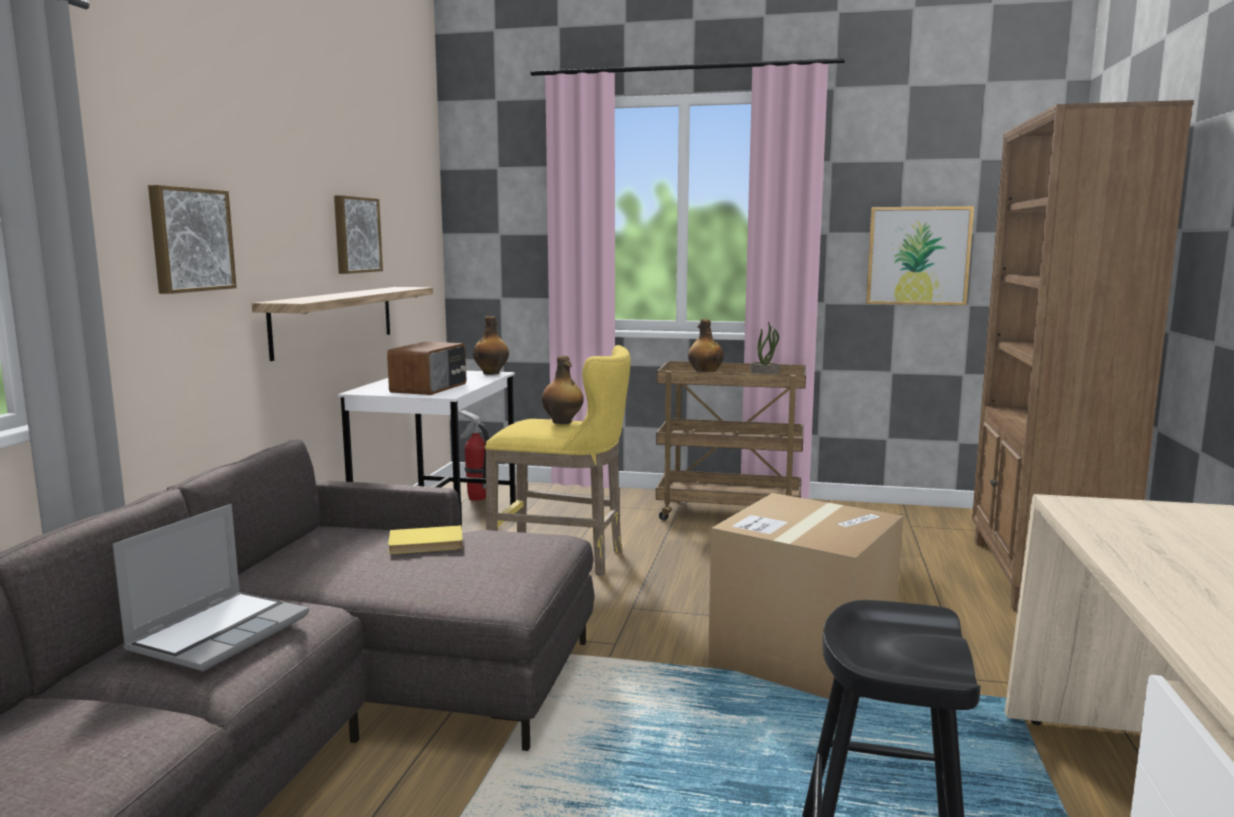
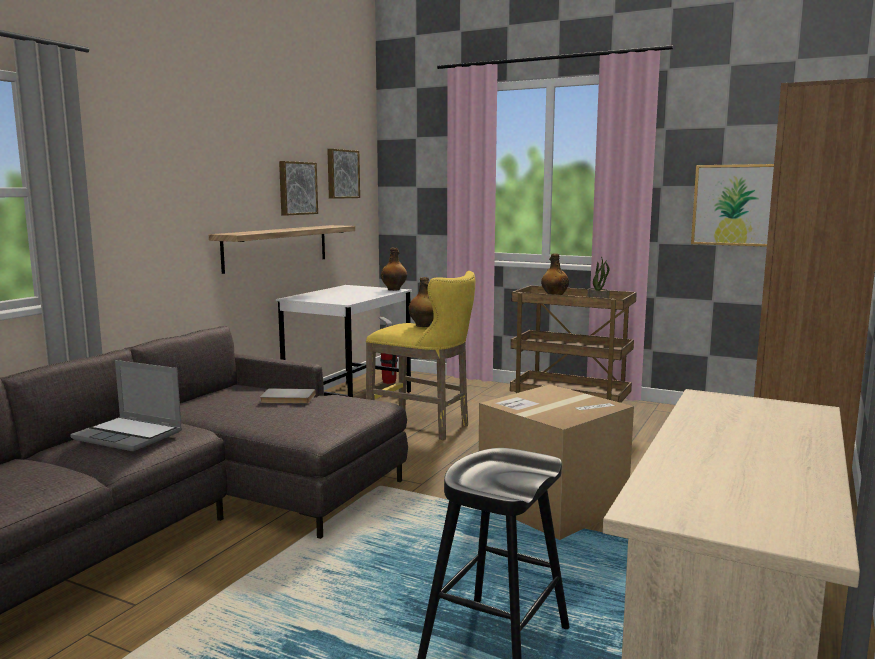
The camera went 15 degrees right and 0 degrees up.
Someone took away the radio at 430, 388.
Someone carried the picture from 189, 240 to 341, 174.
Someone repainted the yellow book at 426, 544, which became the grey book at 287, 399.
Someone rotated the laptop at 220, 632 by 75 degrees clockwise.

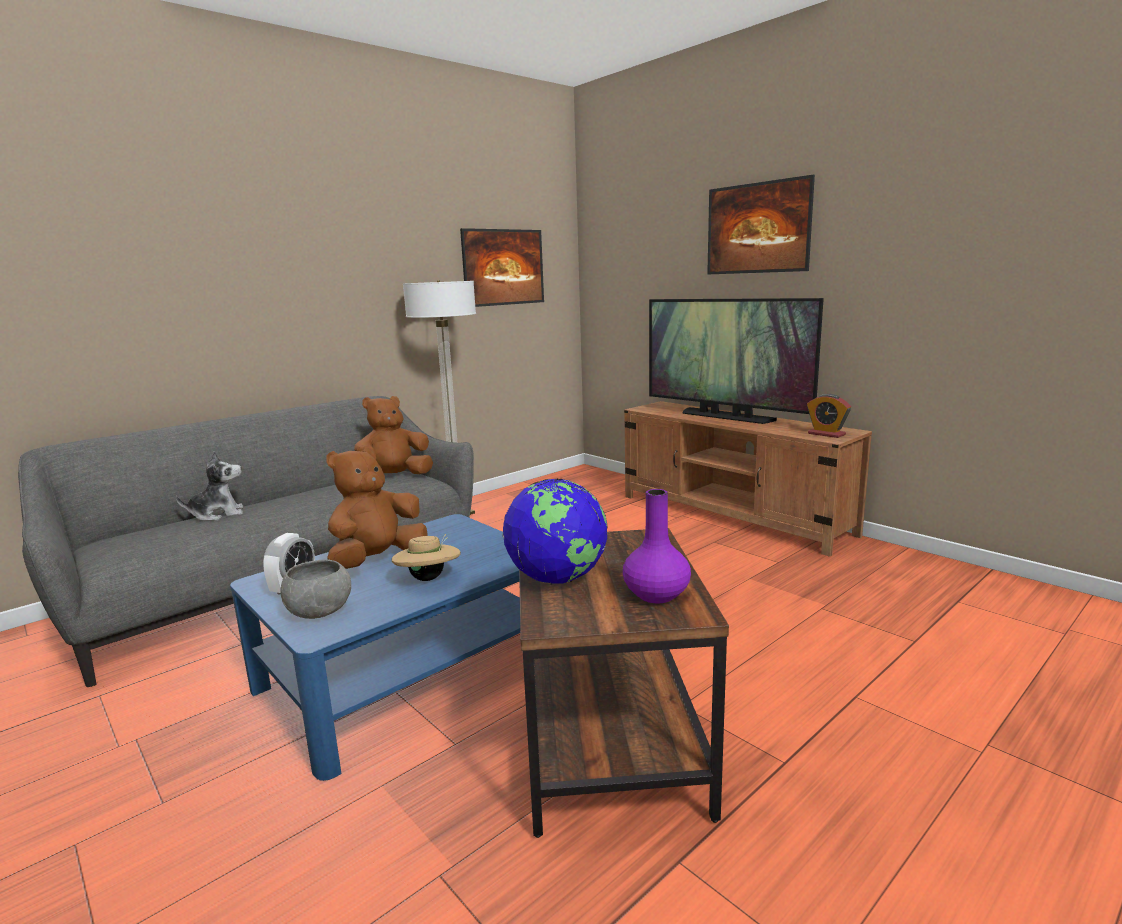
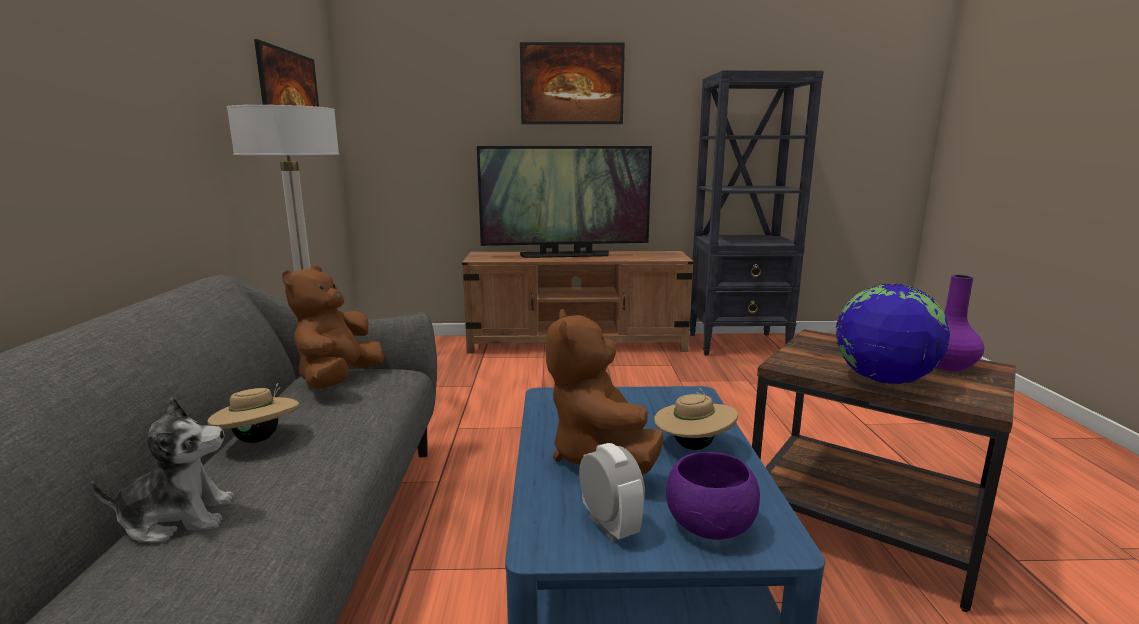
The camera went 50 degrees left and 0 degrees up.
Someone took away the alarm clock at 826, 434.
Someone put down the beige hat at 259, 439.
Someone put down the black bookcase at 739, 344.
Someone repainted the grey bowl at 320, 611, which became the purple bowl at 710, 525.
Someone rotated the plush toy at 218, 514 by 60 degrees clockwise.

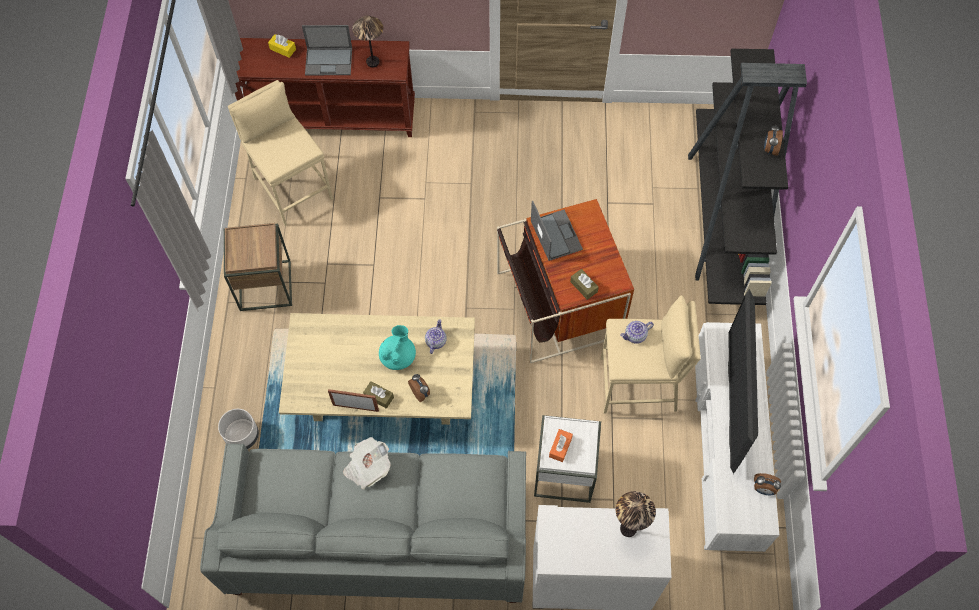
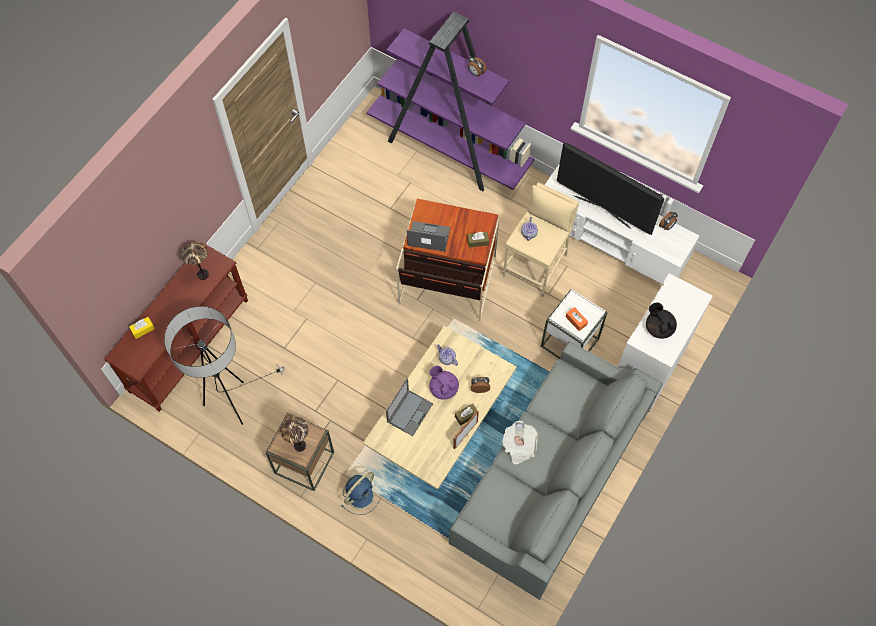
The camera went 60 degrees left and 0 degrees up.
Someone took away the grey planter at 242, 435.
Someone put down the blue fan at 361, 494.
Someone put down the black teapot at 658, 327.
Someone carried the laptop from 329, 61 to 410, 412.
Someone carried the table lamp from 628, 528 to 299, 446.
Someone swapped the beige stool at 292, 188 for the floor lamp at 233, 403.
Someone repainted the turquoise teapot at 398, 356, which became the purple teapot at 443, 388.
Someone repainted the black bookcase at 724, 219, which became the purple bookcase at 449, 149.

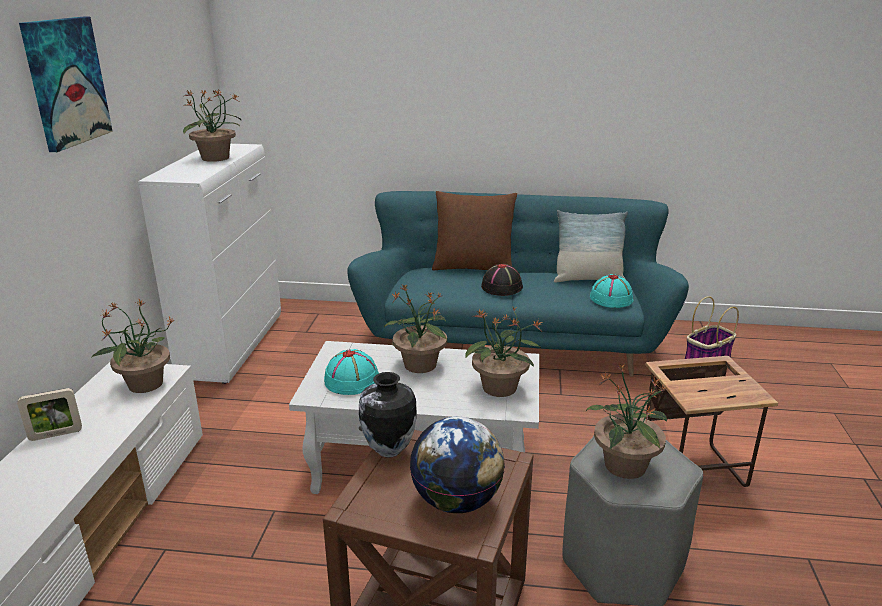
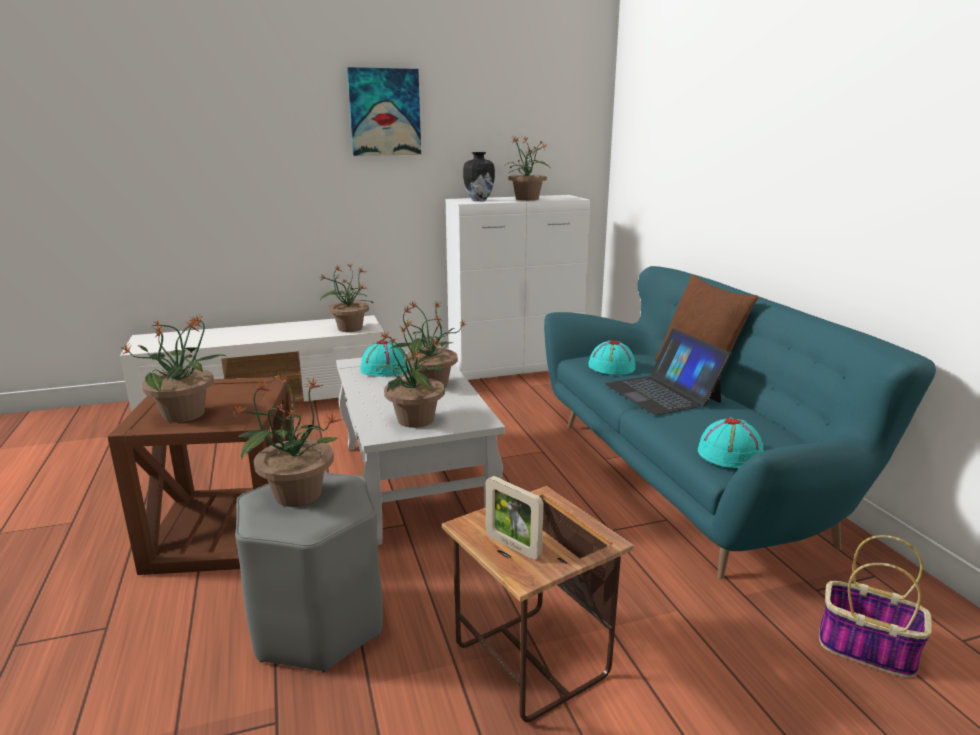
The camera went 65 degrees right and 5 degrees down.
Someone took away the pillow at 588, 279.
Someone put down the turquoise hat at 611, 367.
Someone carried the picture frame from 56, 434 to 513, 546.
Someone carried the vase from 388, 450 to 478, 200.
Someone swapped the globe at 457, 501 for the potted plant at 185, 414.
Someone swapped the black hat at 502, 287 for the laptop at 662, 393.

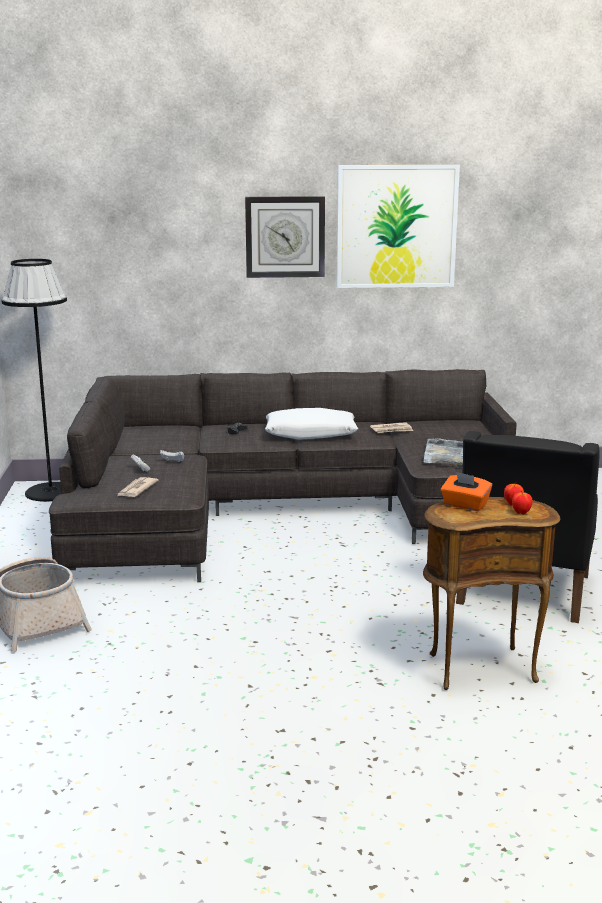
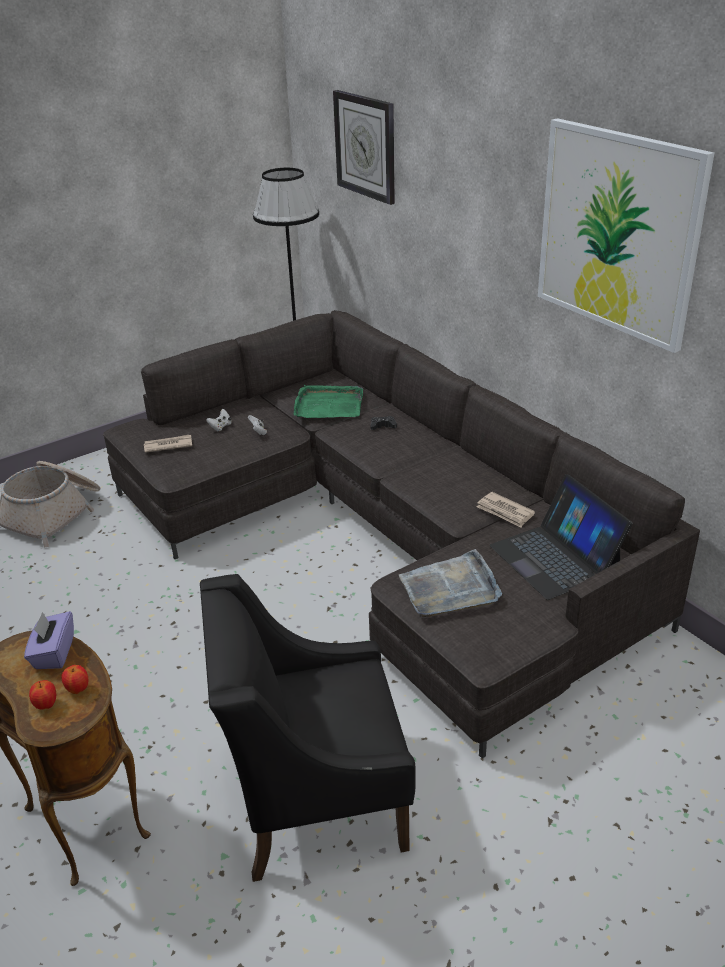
The camera went 60 degrees right and 15 degrees up.
Someone took away the white pillow at 310, 434.
Someone put down the green tray at 328, 405.
Someone put down the laptop at 555, 557.
Someone carried the wall clock from 285, 237 to 366, 146.
Someone repainted the orange tissue box at 465, 505, which became the purple tissue box at 53, 653.

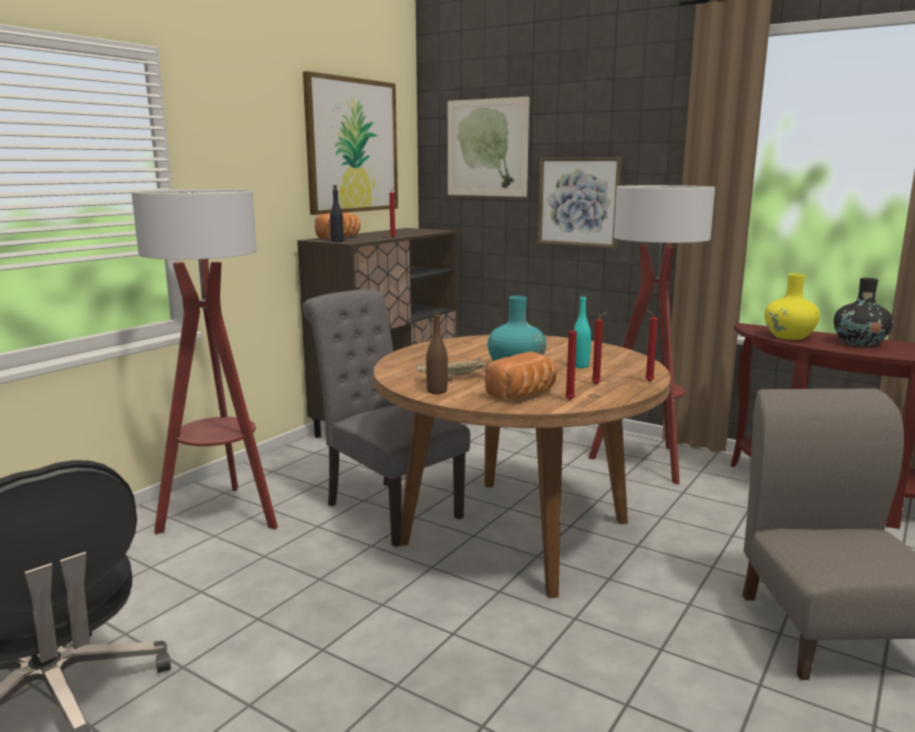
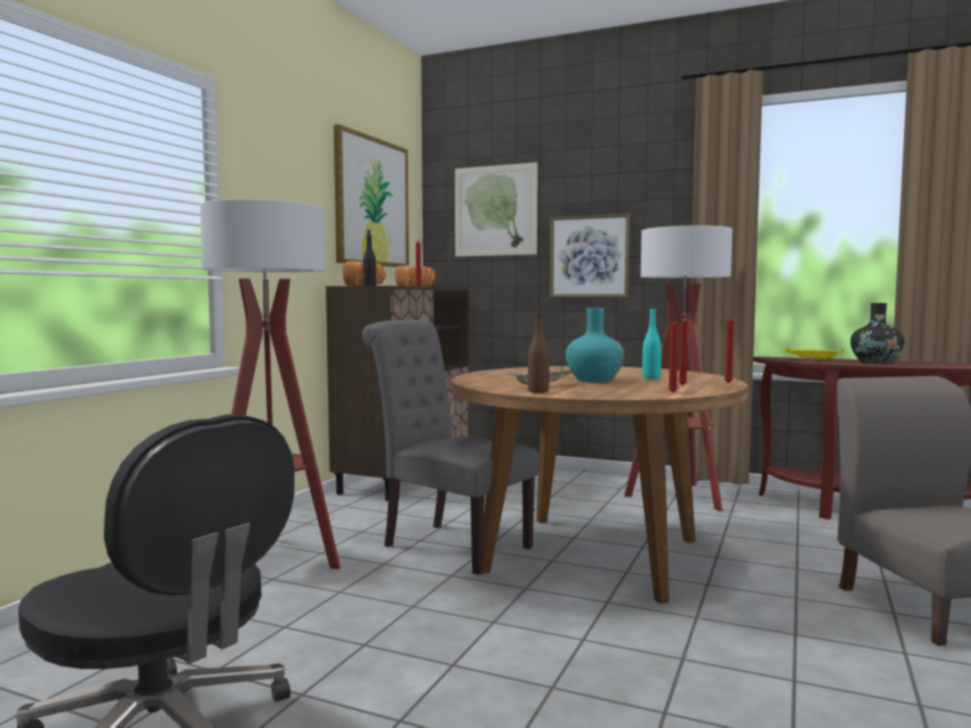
The camera went 10 degrees left and 10 degrees down.
Someone carried the bread from 524, 395 to 417, 287.
Someone swapped the yellow vase at 789, 337 for the yellow tray at 811, 360.

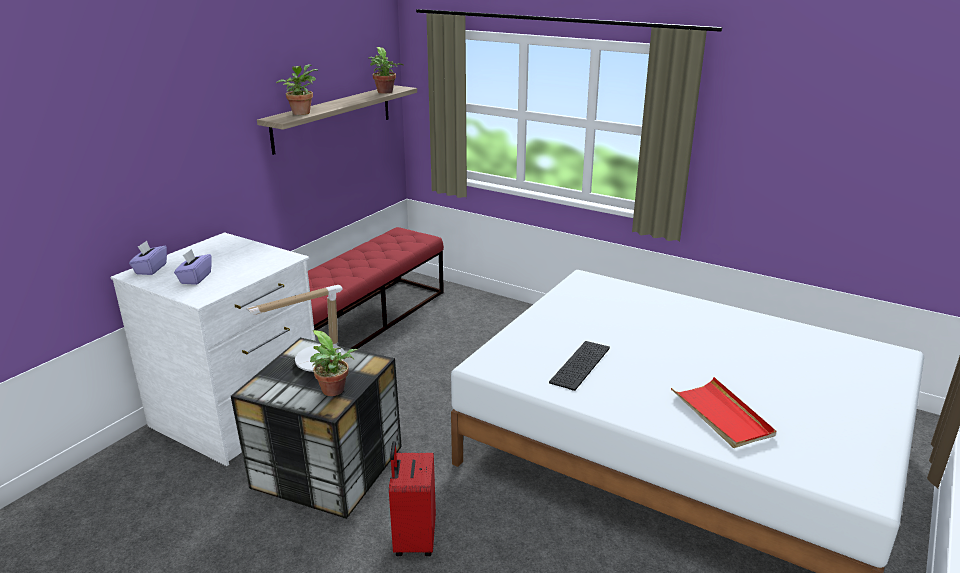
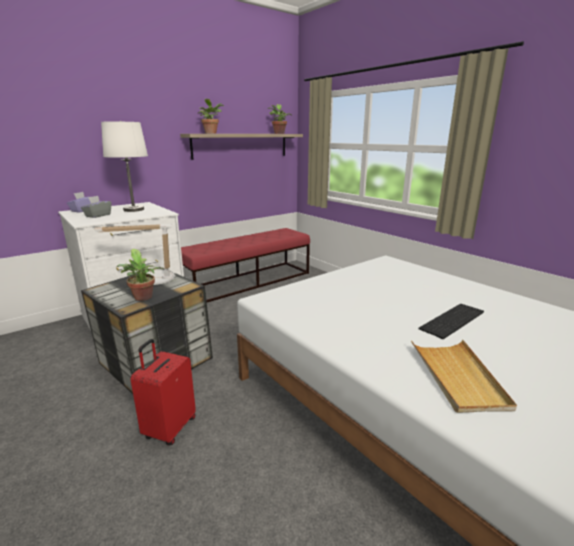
The camera went 20 degrees right and 5 degrees down.
Someone put down the white table lamp at 133, 209.
Someone carried the keyboard from 581, 366 to 453, 321.
Someone repainted the purple tissue box at 195, 278, which became the grey tissue box at 98, 215.
Someone repainted the red tray at 721, 415, which became the beige tray at 457, 377.

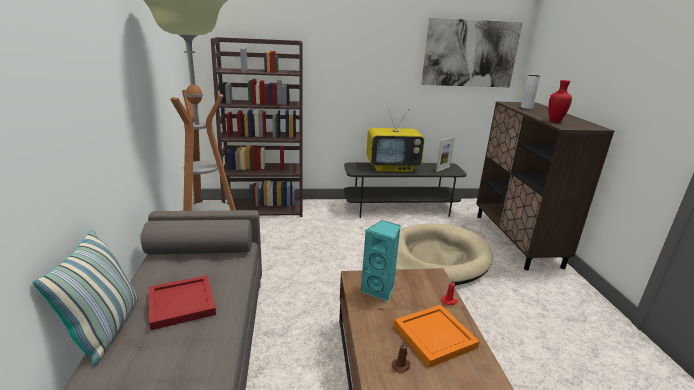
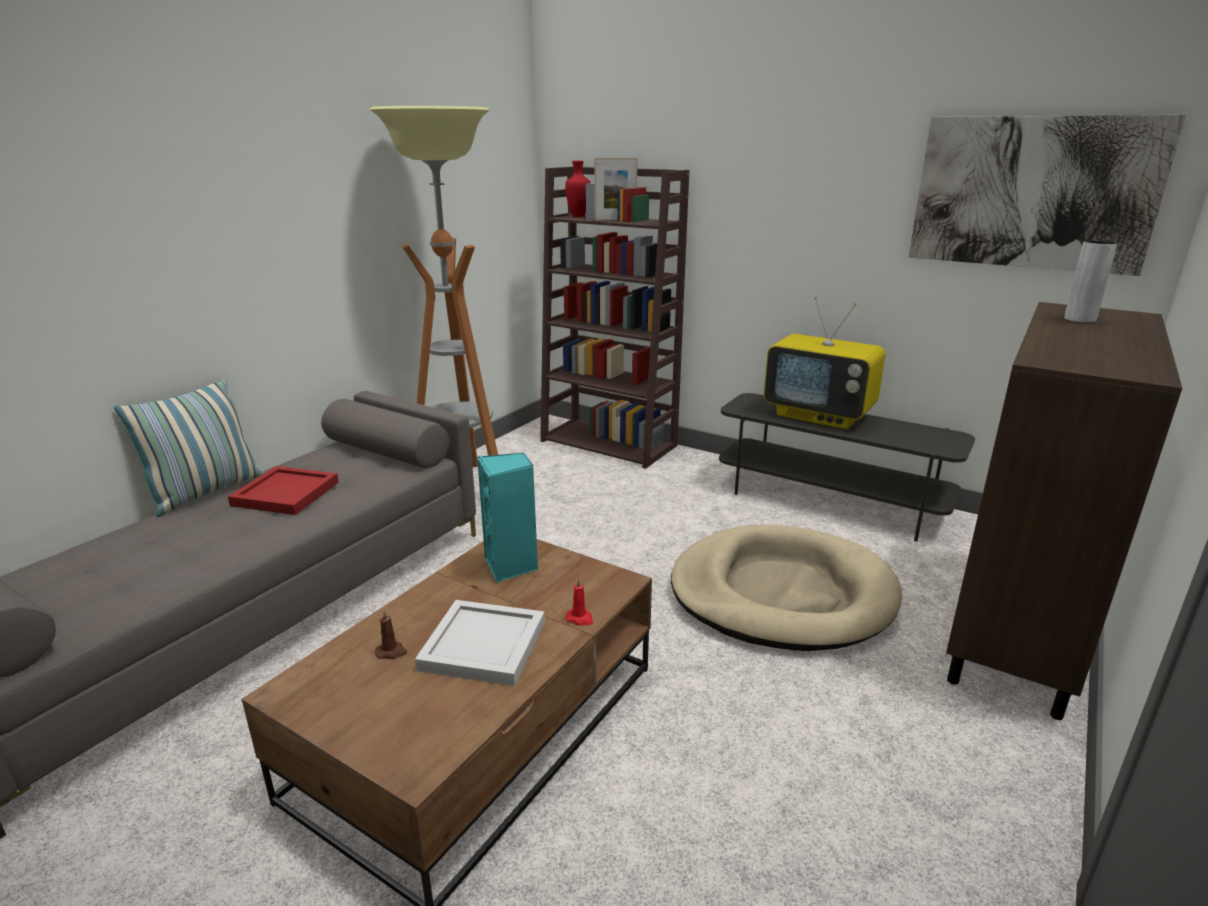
The camera went 40 degrees right and 0 degrees up.
Someone carried the picture frame from 443, 169 to 615, 220.
Someone carried the red vase from 554, 121 to 579, 216.
Someone repainted the orange tray at 436, 337, which became the white tray at 484, 647.

